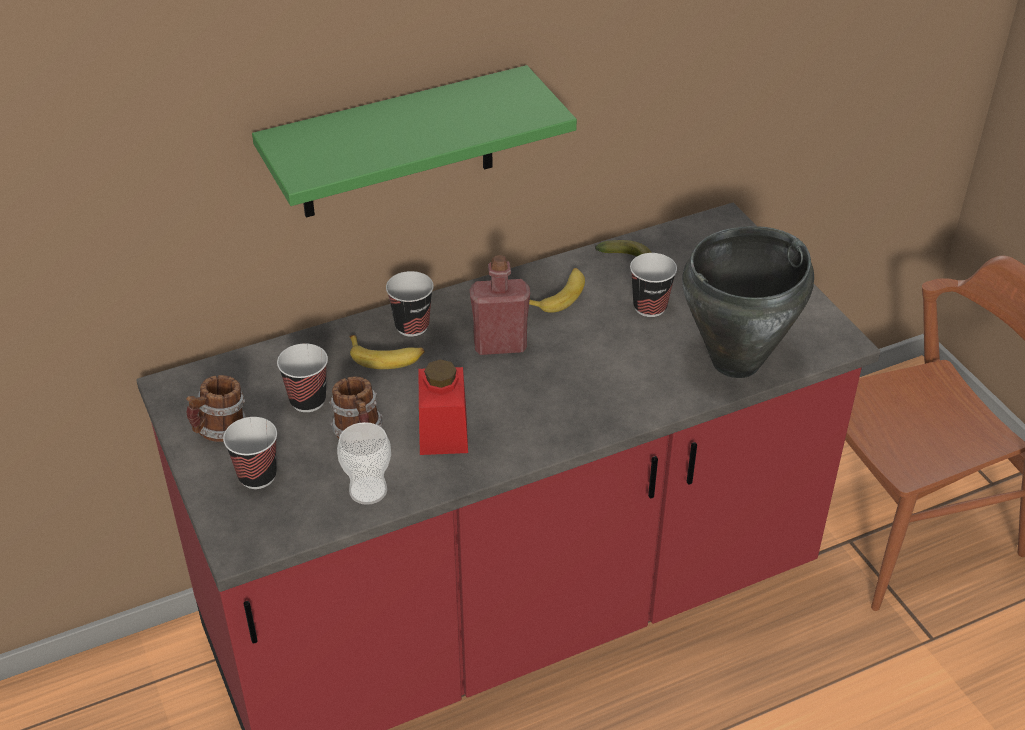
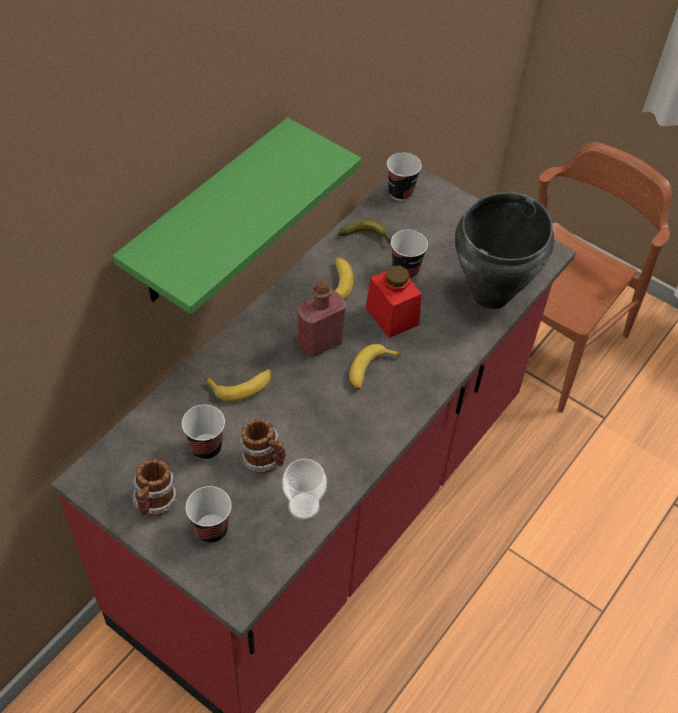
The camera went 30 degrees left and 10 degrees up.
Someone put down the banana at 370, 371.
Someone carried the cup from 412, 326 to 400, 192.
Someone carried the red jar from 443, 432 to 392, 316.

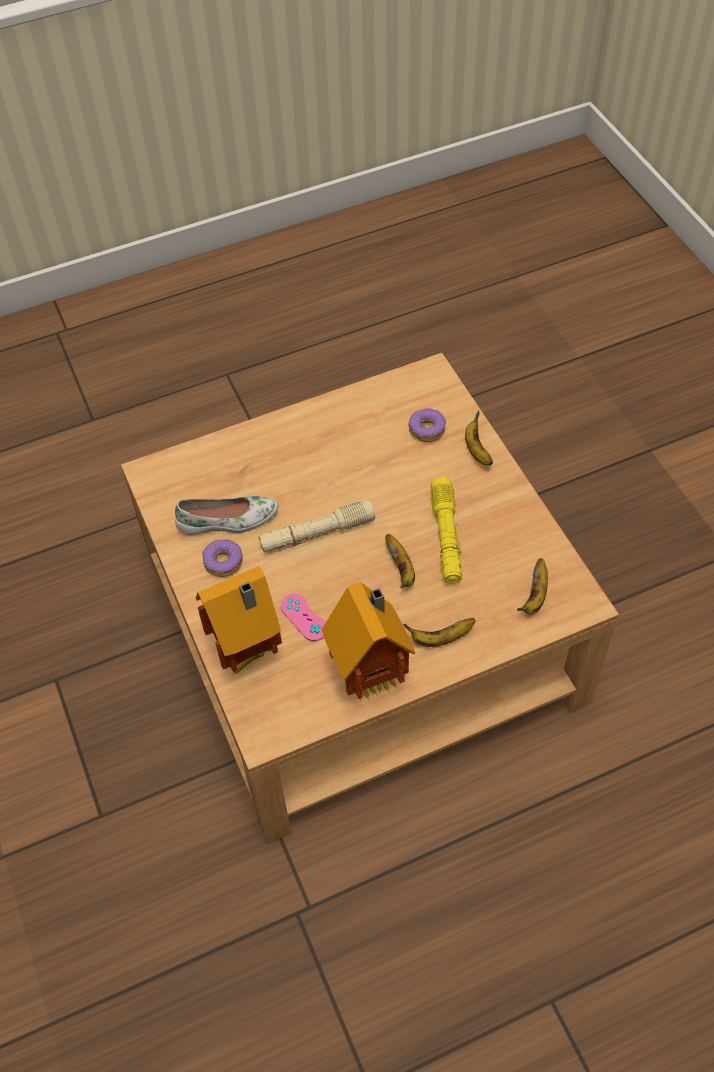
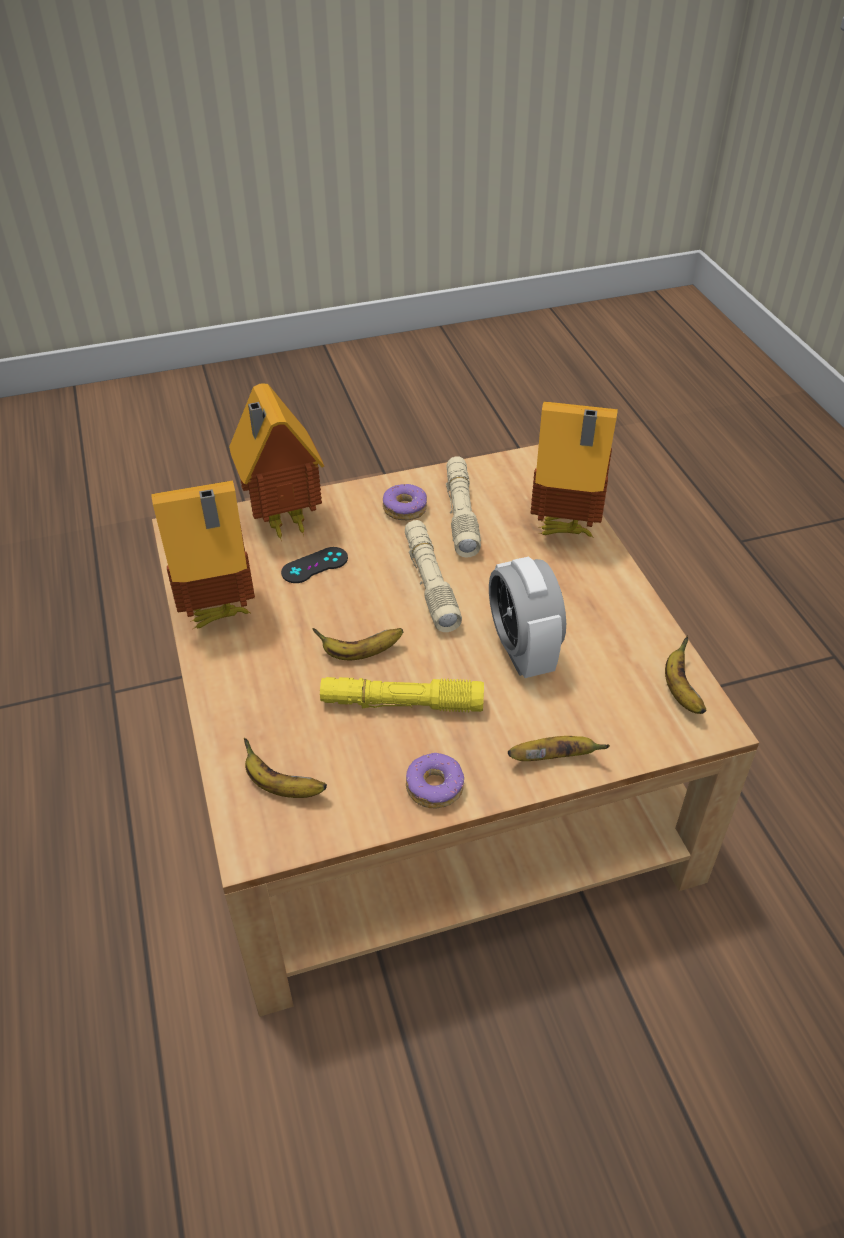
The camera went 95 degrees right and 10 degrees down.
Someone put down the alarm clock at 522, 651.
Someone put down the toy house at 566, 530.
Someone carried the banana from 440, 638 to 680, 691.
Someone carried the donut from 426, 429 to 435, 787.
Someone swapped the white shoe at 228, 521 for the beige flashlight at 461, 514.
Someone repainted the pink game controller at 304, 617, which became the black game controller at 314, 565.

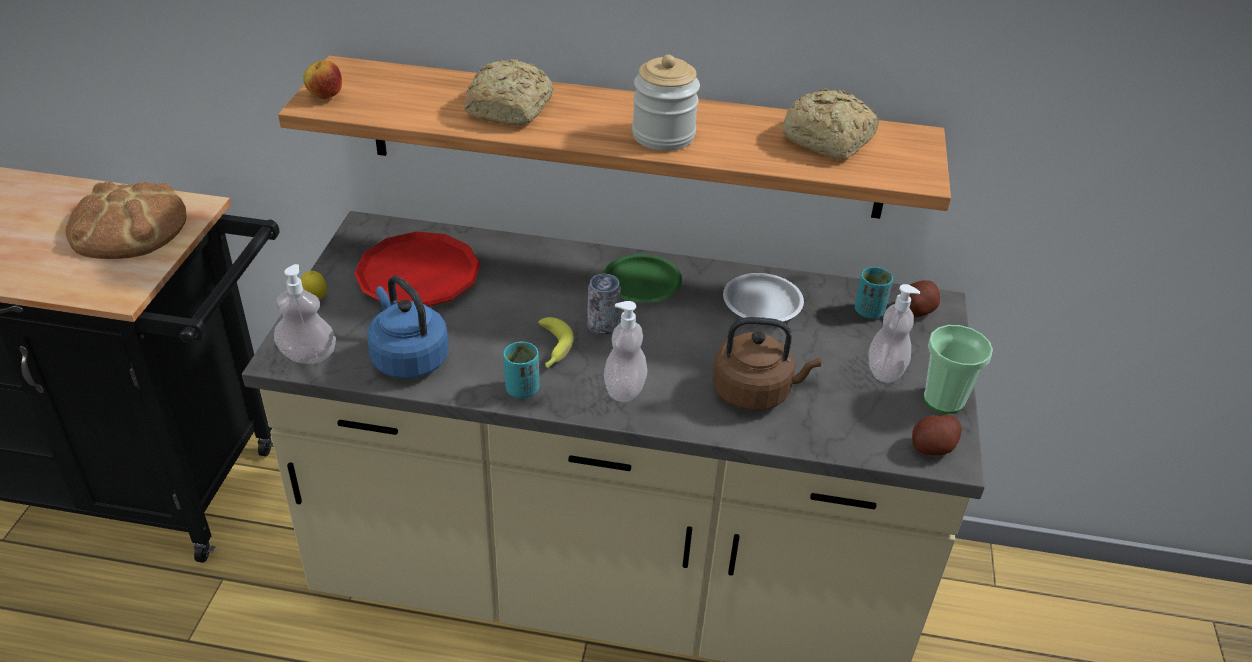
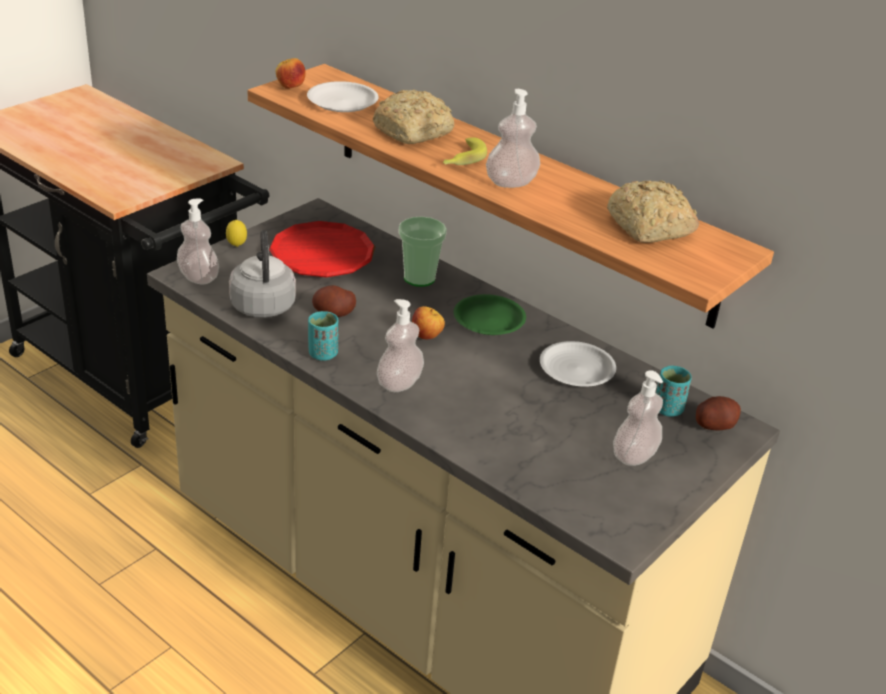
The camera went 30 degrees right and 5 degrees down.
Someone took away the bread at 128, 226.
Someone took away the brown kettle at 755, 392.
Someone put down the white plate at 342, 101.
Someone carried the banana from 552, 349 to 462, 159.
Someone carried the potato from 932, 447 to 334, 313.
Someone carried the cup from 943, 399 to 419, 278.
Someone swapped the can at 603, 326 for the apple at 427, 337.
Someone swapped the jar at 663, 135 for the soap dispenser at 511, 183.
Someone repainted the blue kettle at 408, 358, which became the grey kettle at 263, 304.

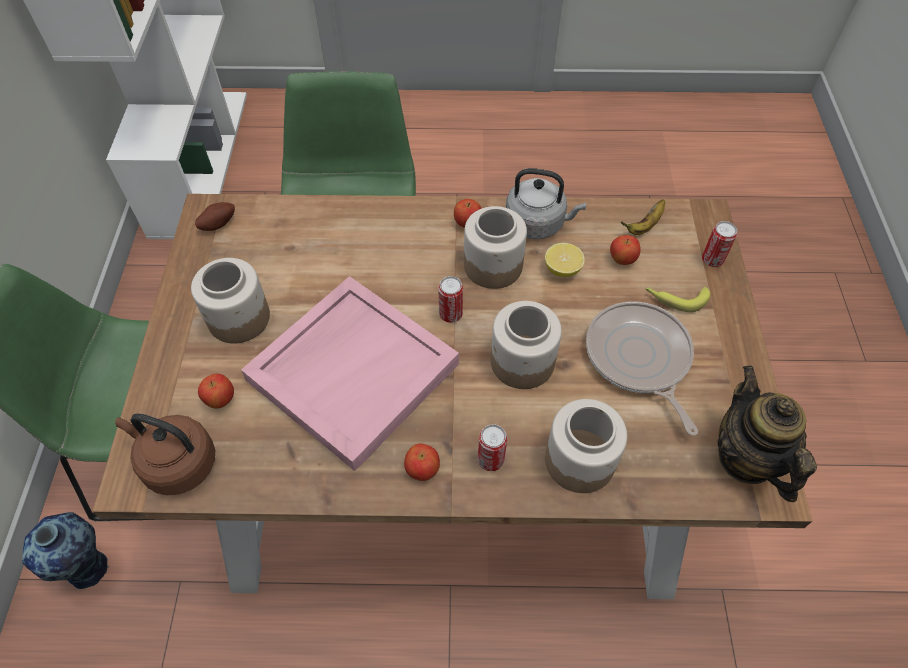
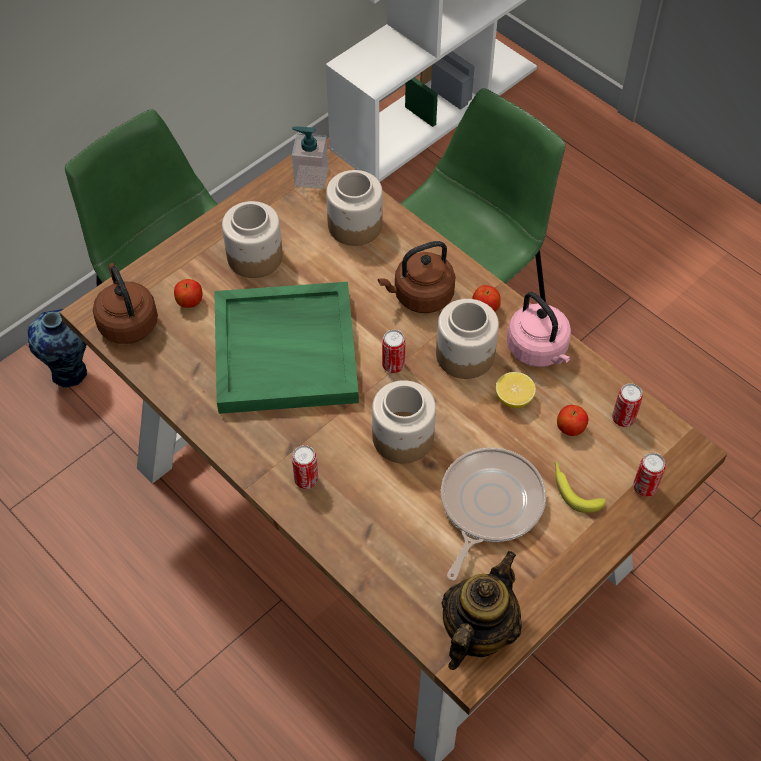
The camera went 45 degrees right and 0 degrees up.
Someone took away the apple at 422, 469.
Someone put down the brown kettle at 420, 296.
Someone carried the jar from 580, 460 to 356, 225.
Someone swapped the potato at 217, 223 for the soap dispenser at 311, 177.
Someone swapped the banana at 644, 226 for the can at 623, 418.
Someone repainted the pink tray at 353, 370, which became the green tray at 287, 350.
Someone repainted the grey kettle at 538, 224, which became the pink kettle at 538, 350.

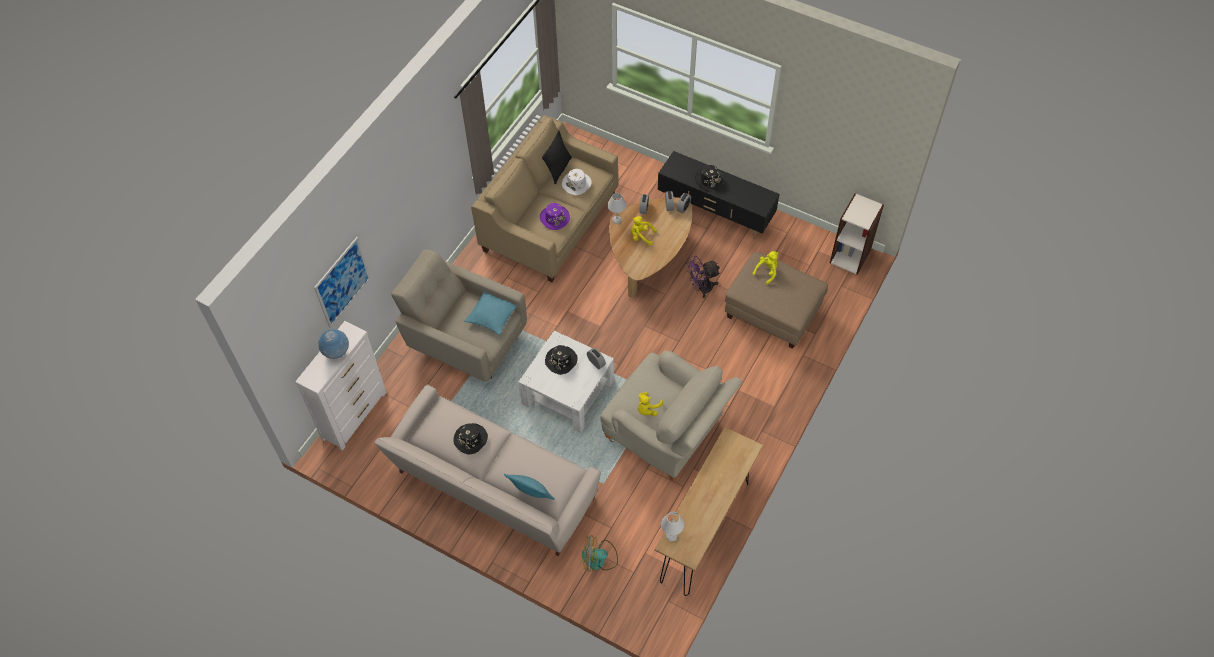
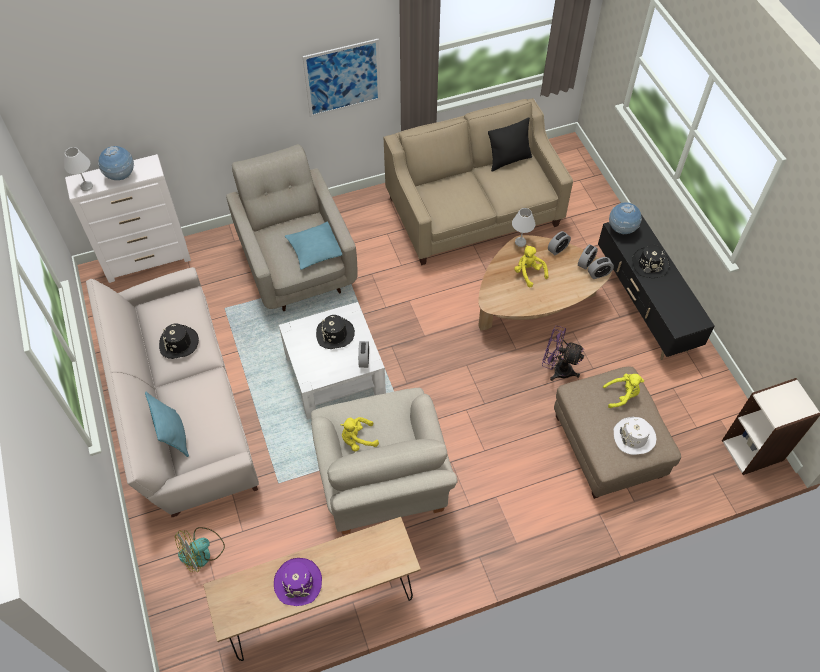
The camera went 40 degrees right and 0 degrees up.
Someone put down the globe at 621, 229.
Someone carried the picture from 342, 282 to 343, 78.
Someone carried the purple hat from 554, 218 to 298, 582.
Someone carried the white hat from 577, 184 to 634, 437.
Someone carried the white table lamp from 672, 536 to 87, 187.
Someone rotated the fan at 599, 559 by 75 degrees counterclockwise.

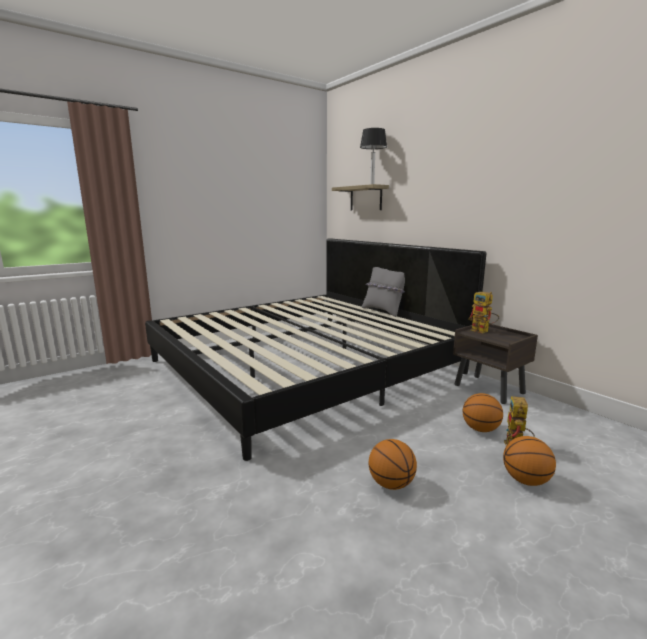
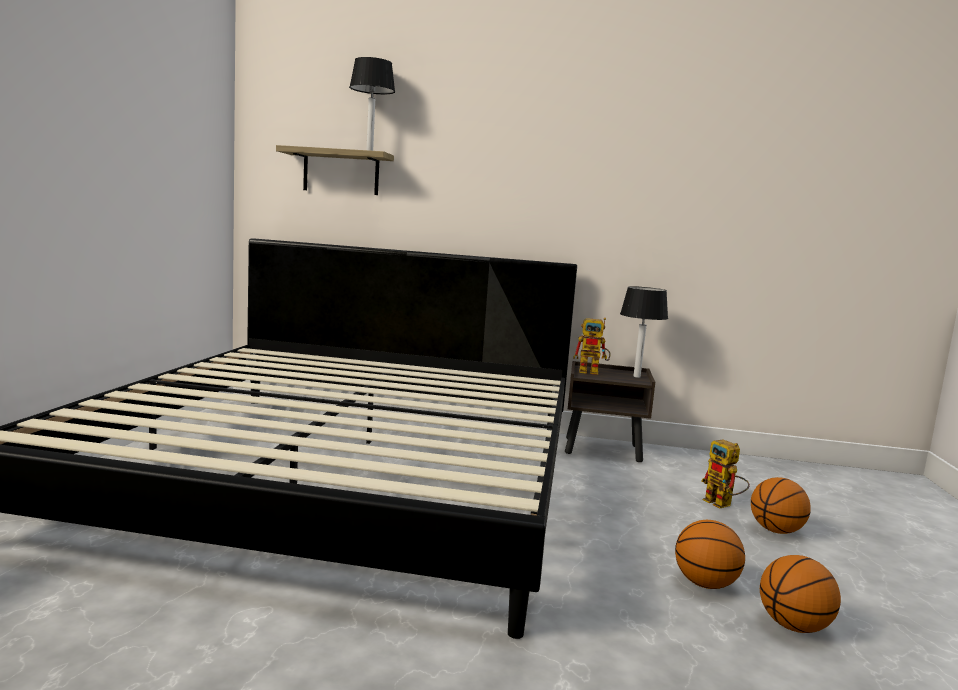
The camera went 45 degrees left and 5 degrees down.
Someone took away the grey pillow at 383, 311.
Someone put down the table lamp at 636, 376.
Someone carried the basketball from 480, 429 to 794, 626.

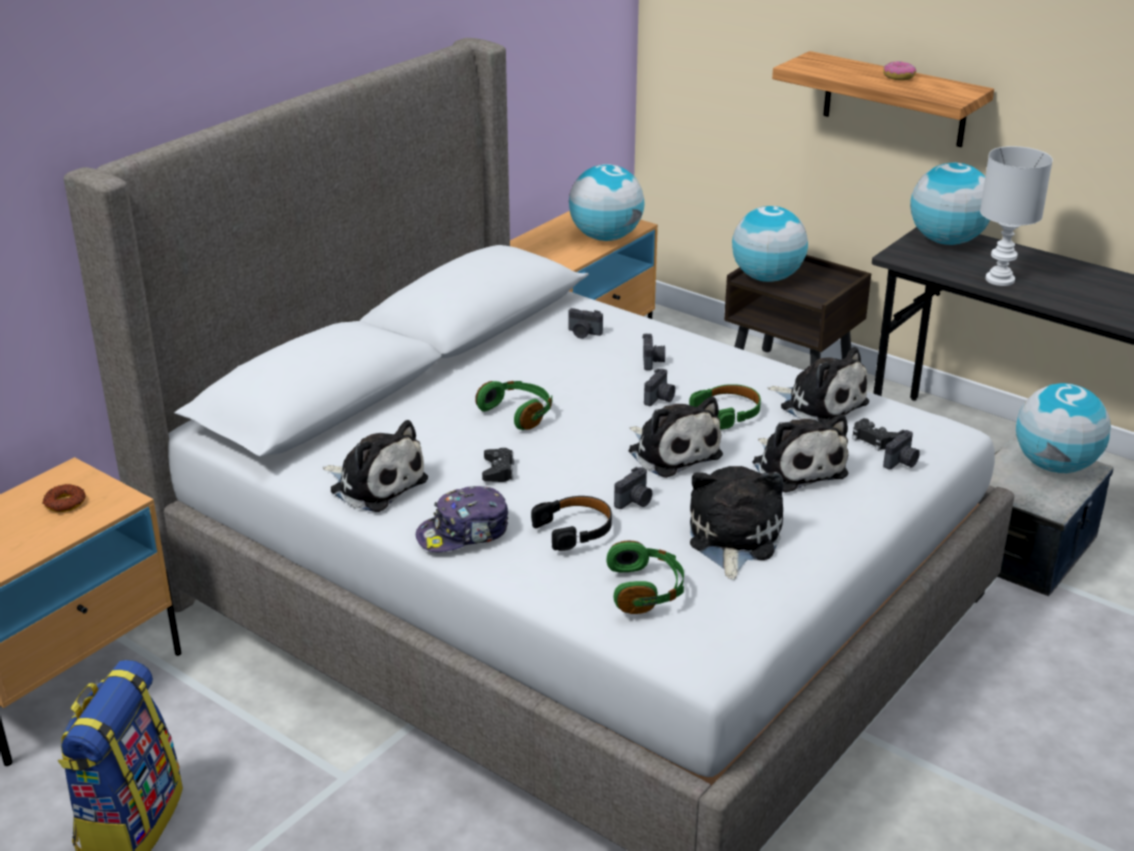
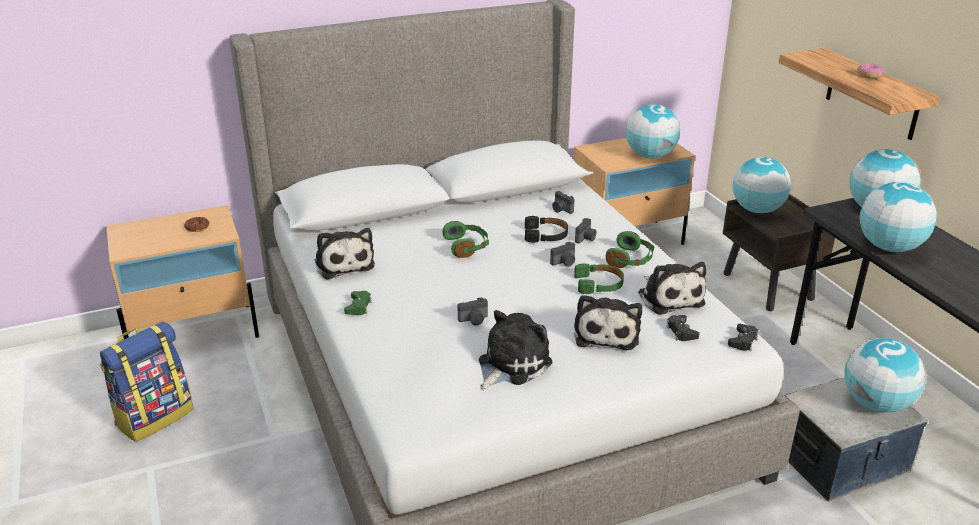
The camera went 30 degrees right and 0 degrees up.
Someone took away the plush toy at 672, 452.
Someone took away the photo camera at 902, 462.
Someone carried the black game controller from 498, 470 to 743, 341.
Someone carried the black headphones from 575, 529 to 546, 235.
Someone carried the green headphones from 646, 590 to 630, 260.
Someone swapped the cap at 464, 533 for the green game controller at 358, 307.
Someone swapped the white table lamp at 998, 280 for the globe at 889, 247.

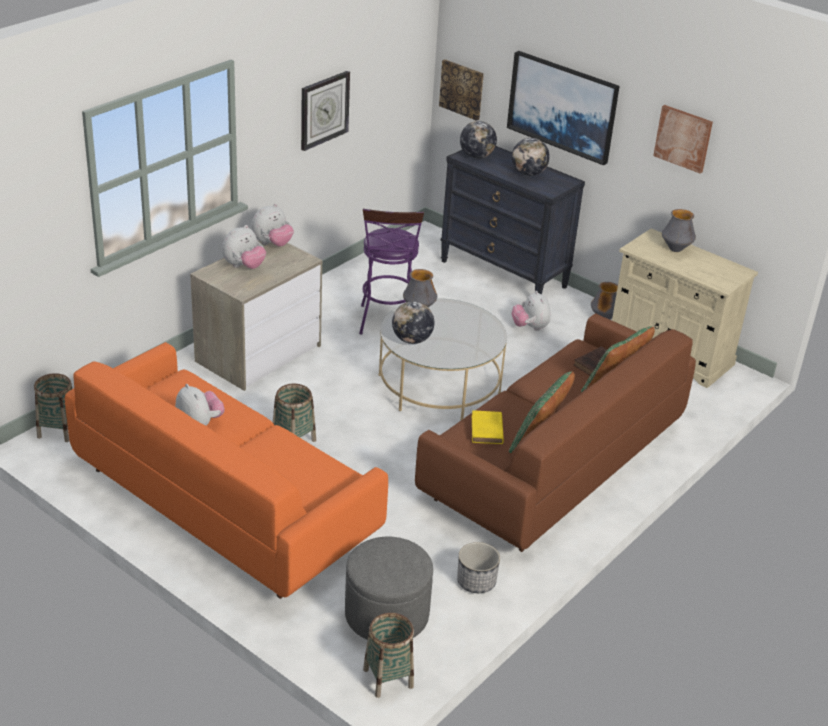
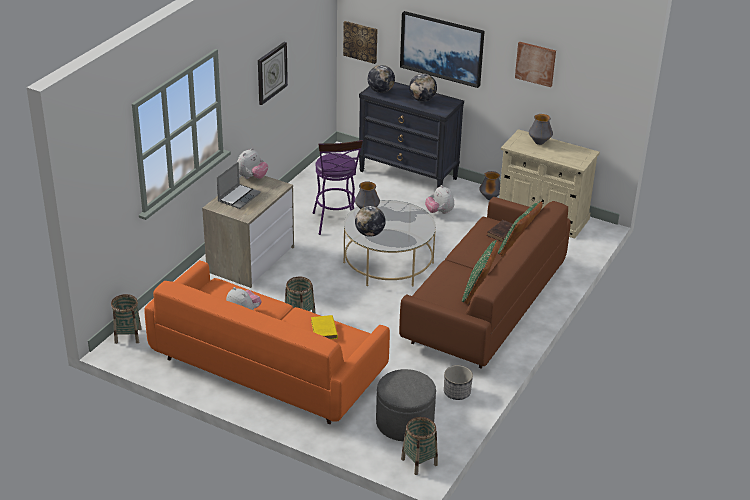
The camera went 10 degrees left and 0 degrees up.
Someone carried the yellow book from 487, 431 to 324, 330.
Someone swapped the plush toy at 244, 266 for the laptop at 238, 197.

